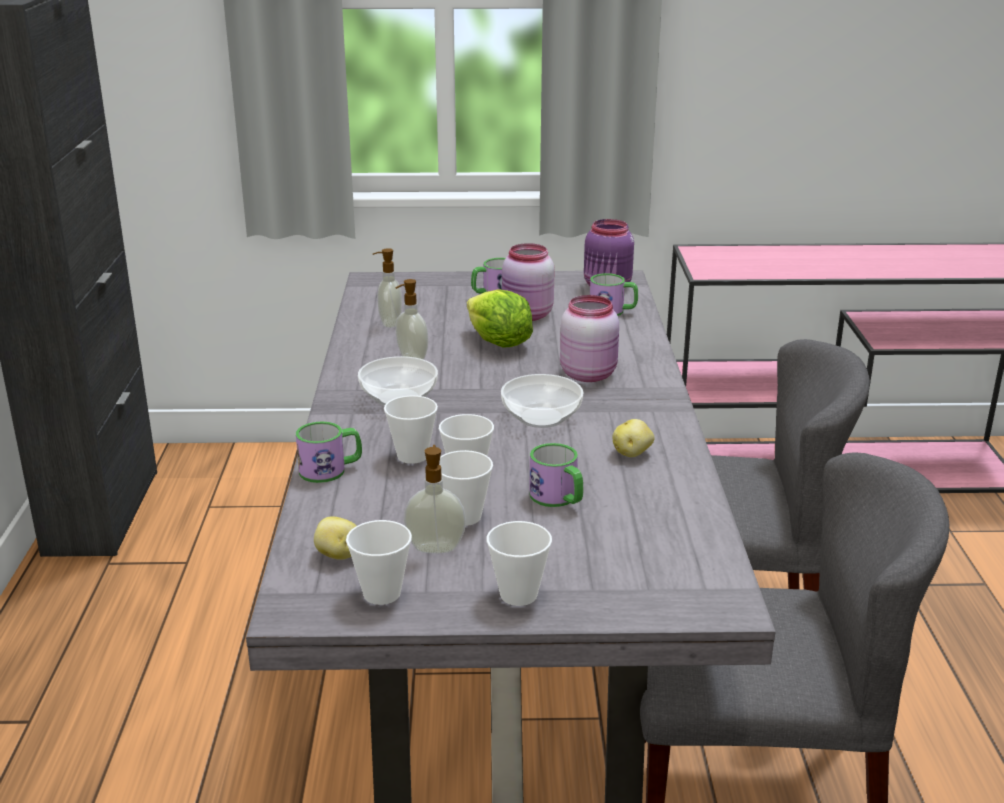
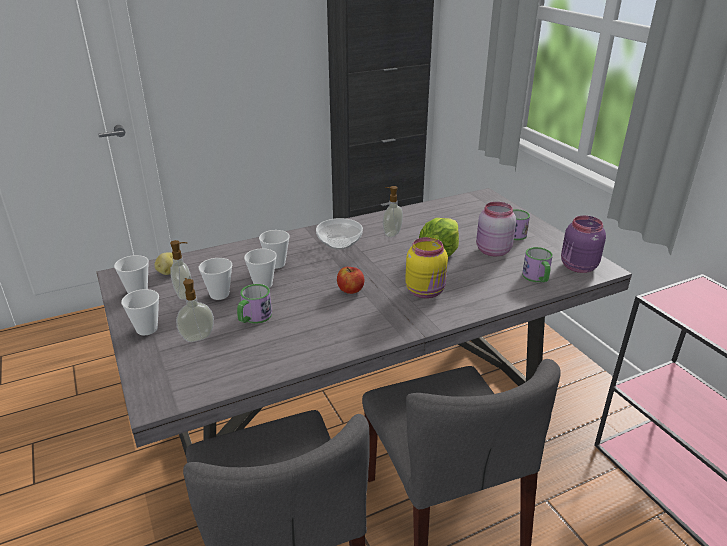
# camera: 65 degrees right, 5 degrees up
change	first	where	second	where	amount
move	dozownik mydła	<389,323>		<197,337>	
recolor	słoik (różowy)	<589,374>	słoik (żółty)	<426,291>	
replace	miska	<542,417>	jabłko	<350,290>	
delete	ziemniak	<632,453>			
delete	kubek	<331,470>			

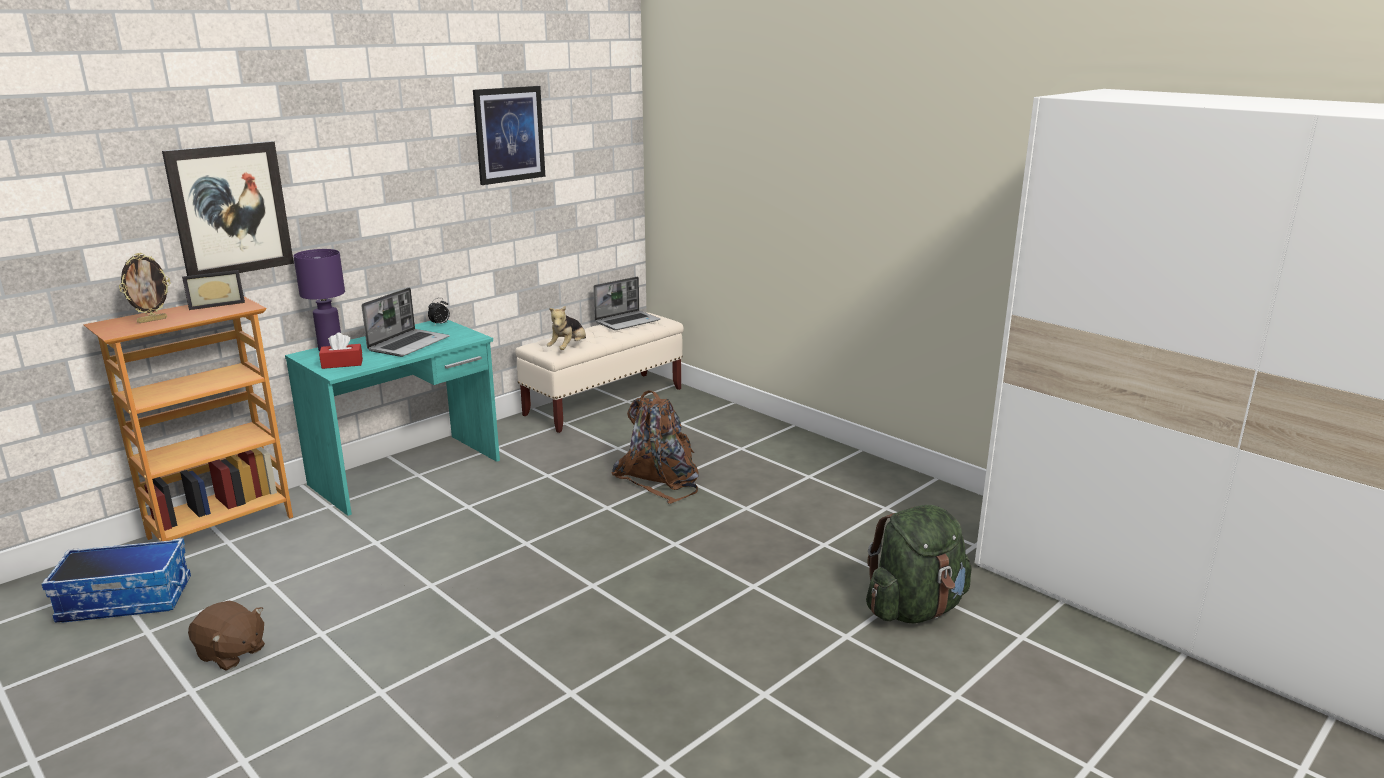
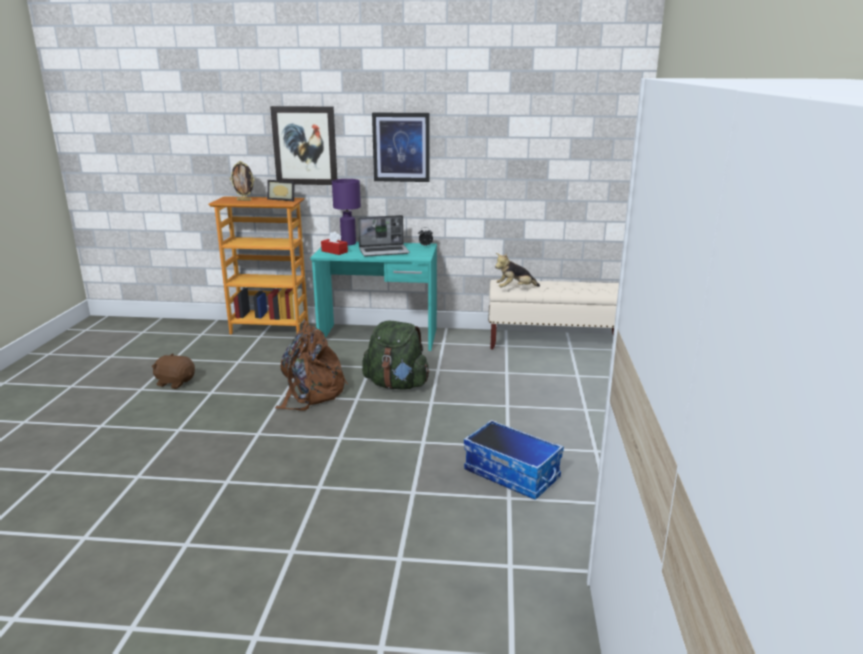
# camera: 50 degrees right, 0 degrees up
change	first	where	second	where	amount
move	obraz	<509,134>		<401,147>	
delete	laptop	<627,321>			
move	plecak (brązowy)	<661,479>		<311,393>	
move	plecak (zielony)	<915,609>		<397,385>	
move	pojemnik do przechowywania	<127,599>		<512,474>	
rotate	pluszak (brązowy)	<231,653>		<175,382>	120 degrees clockwise

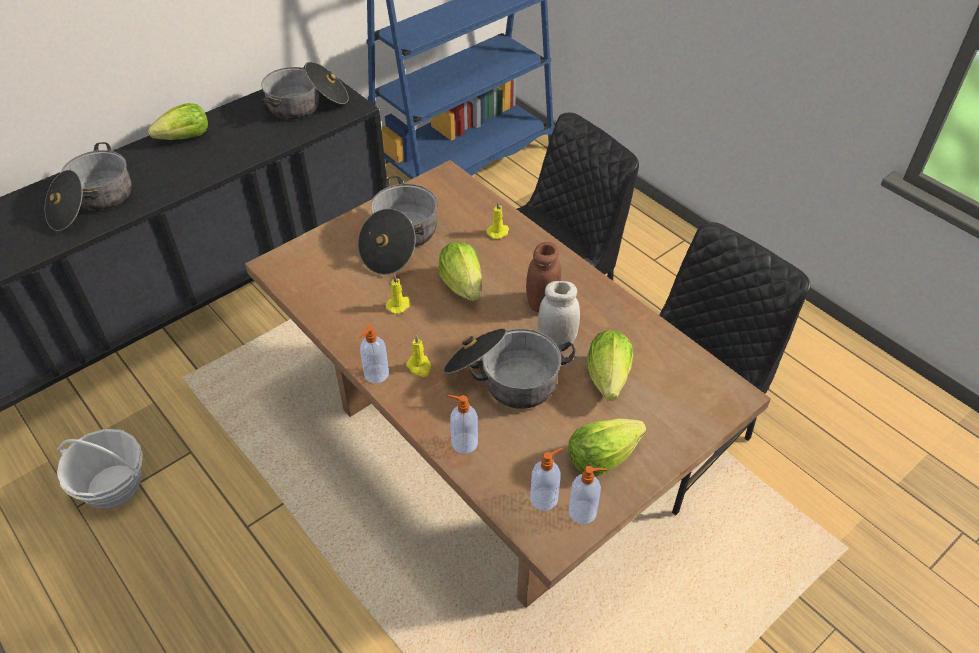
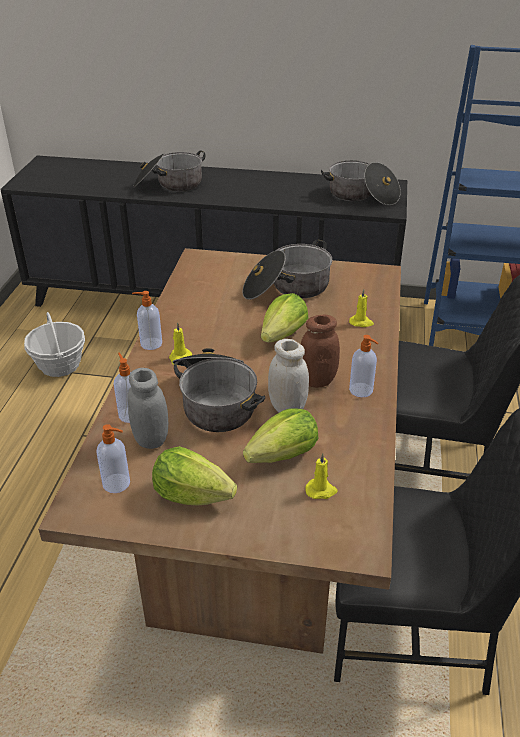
# camera: 50 degrees right, 10 degrees down
change	first	where	second	where	amount
delete	sałata	<186,138>			
move	świeca (żółty)	<399,305>		<321,490>	
move	dozownik mydła	<583,512>		<361,390>	
insert			słoik (szary)	<151,439>	

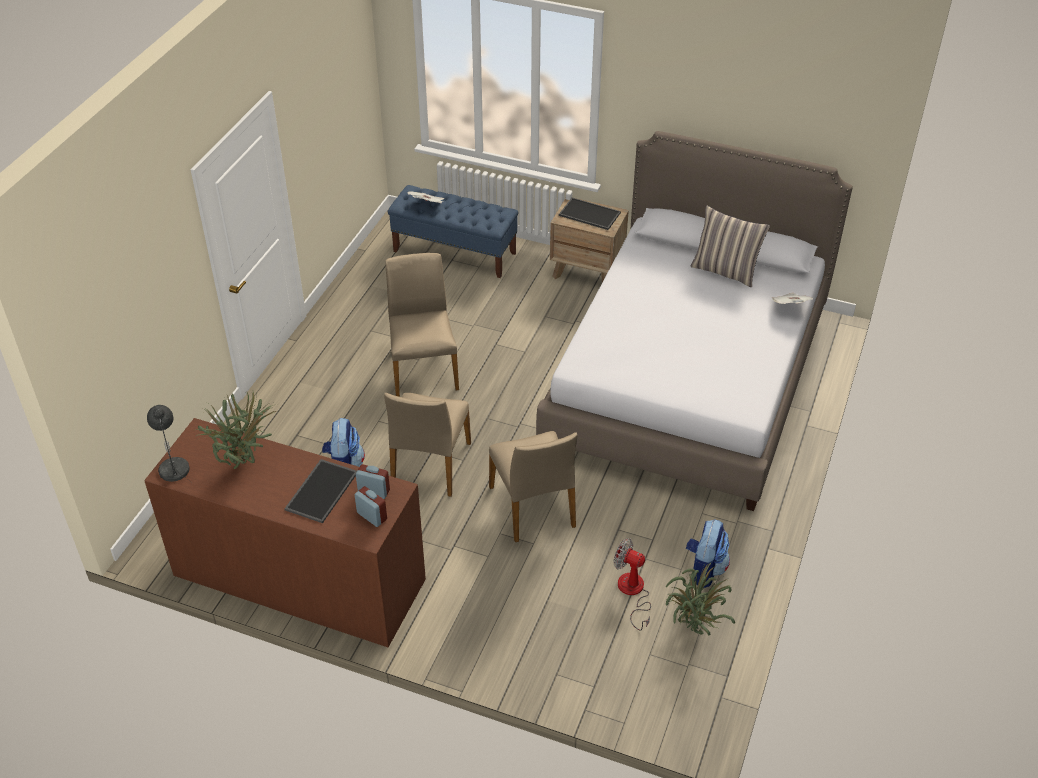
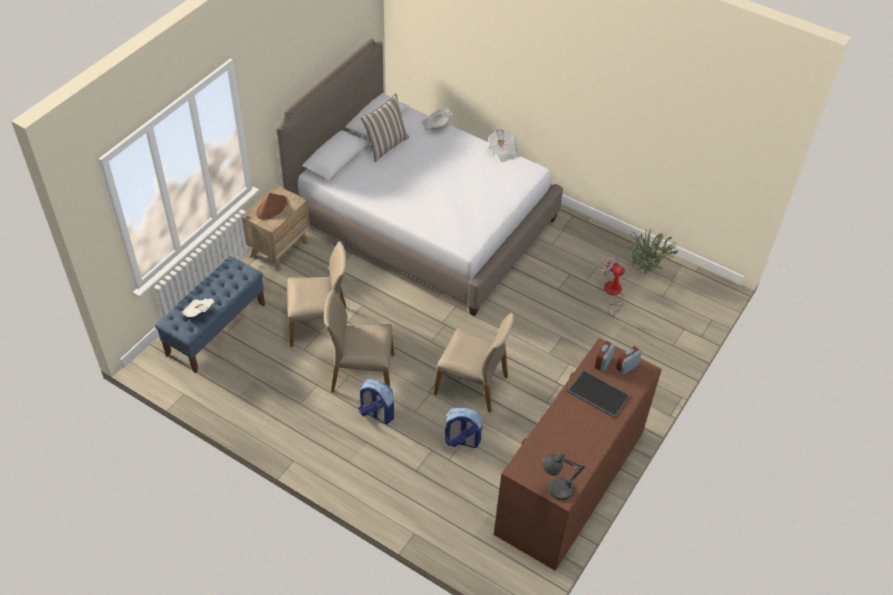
# camera: 80 degrees left, 5 degrees up
change	first	where	second	where	amount
replace	taca	<588,214>	kapelusz (brązowy)	<272,208>	
delete	roślina doniczkowa	<245,463>			
move	krzesło (beżowy)	<533,507>		<319,325>	
move	plecak	<704,569>		<376,413>	
rotate	wentylator	<632,593>		<613,294>	90 degrees clockwise
insert			gazeta	<502,152>	

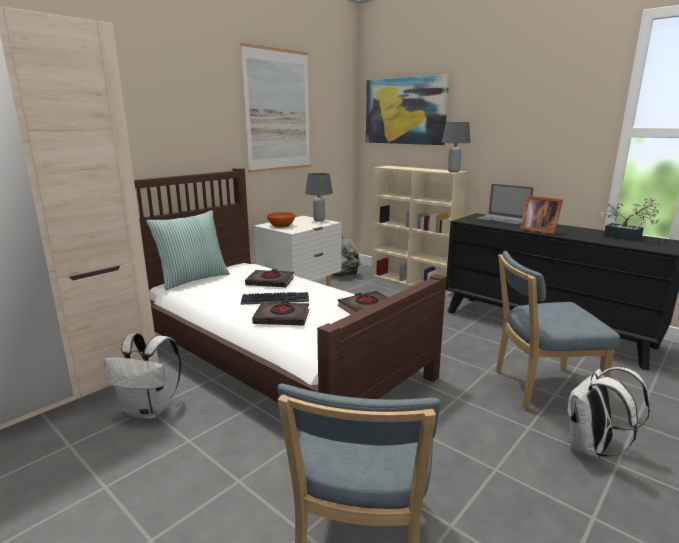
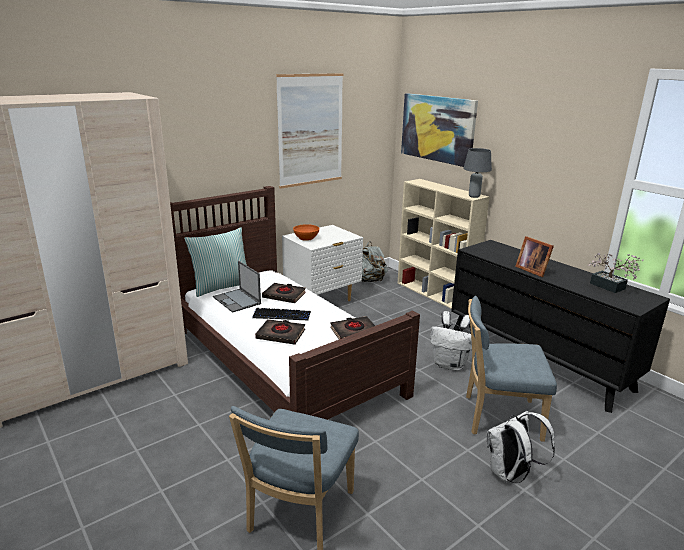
# camera: 10 degrees right, 5 degrees up
change	first	where	second	where	amount
delete	lampa stołowa (szary)	<319,220>			
move	laptop	<503,220>		<237,300>	
move	plecak (biały)	<149,410>		<450,364>	

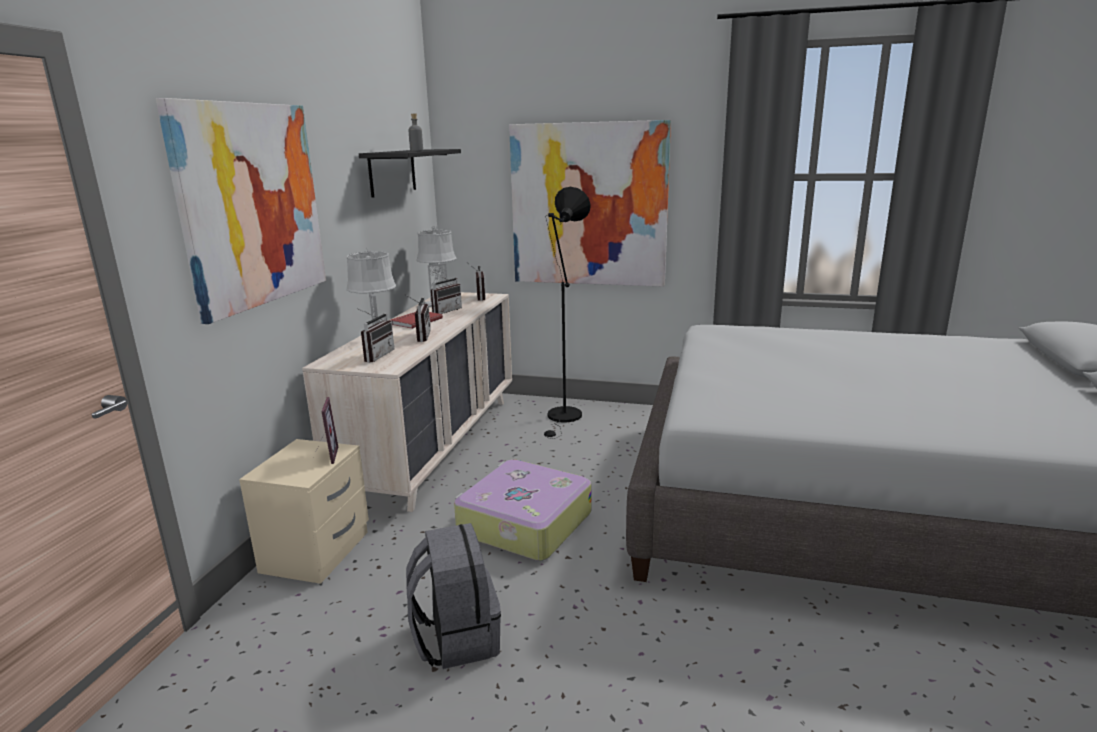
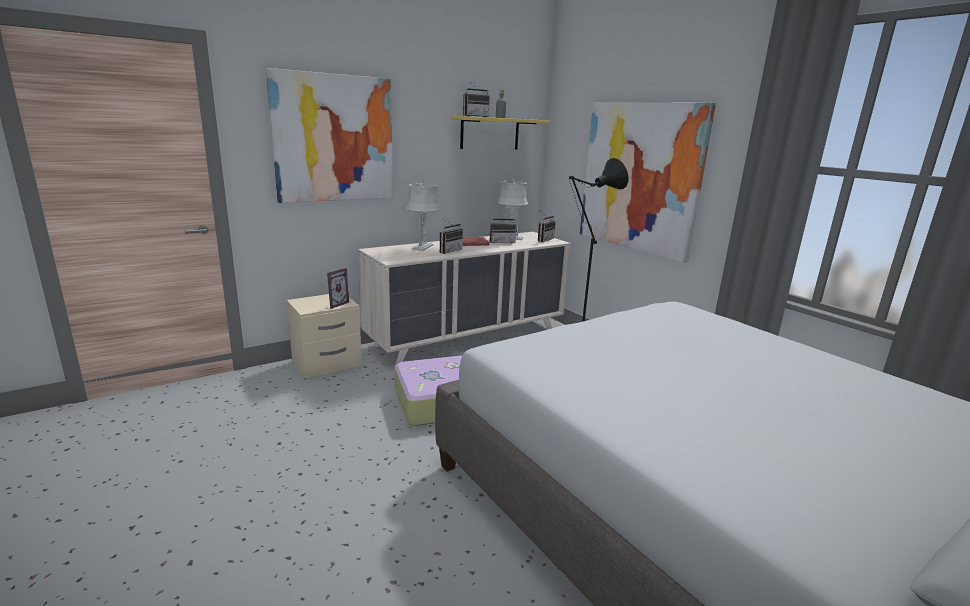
# camera: 40 degrees right, 0 degrees up
change	first	where	second	where	amount
recolor	półka (czarny)	<392,172>	półka (żółty)	<490,133>	
move	radio	<375,356>		<474,116>	
delete	plecak (szary)	<456,638>			

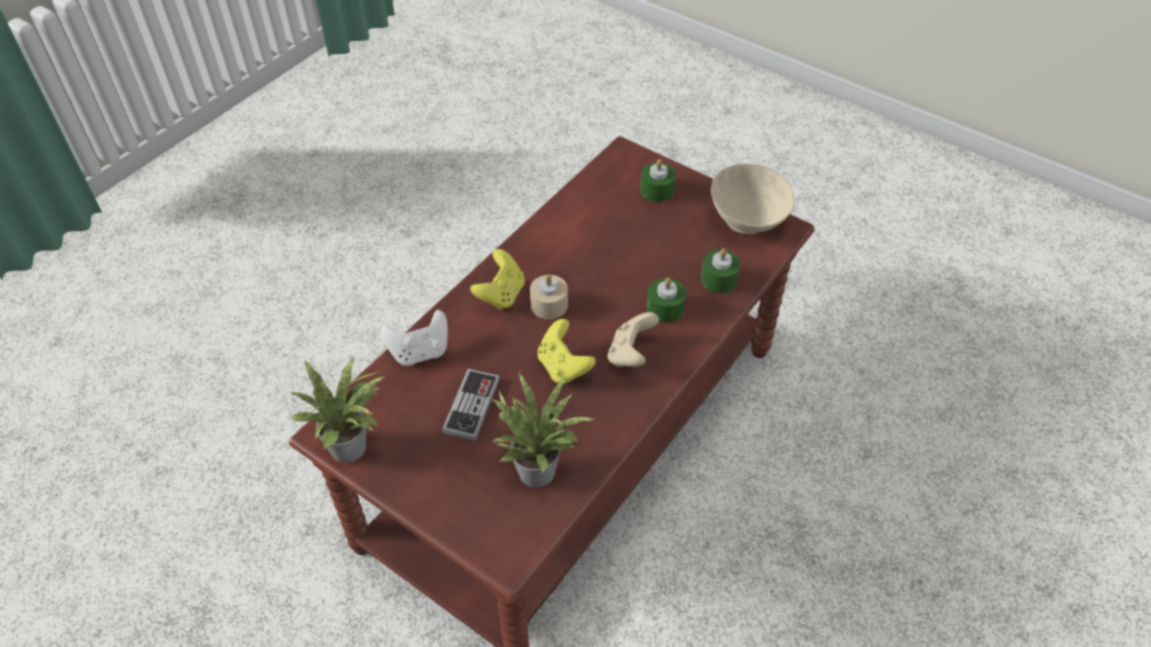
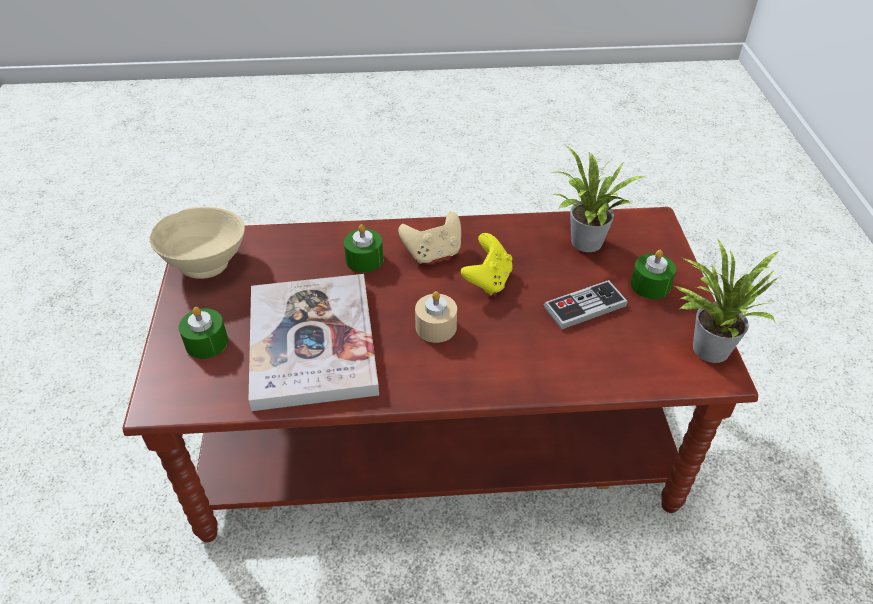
# camera: 130 degrees left, 5 degrees down
change	first	where	second	where	amount
move	świeca (zielony)	<719,279>		<650,285>	
delete	pad do gier (żółty)	<501,294>			
delete	pad do gier (biały)	<420,352>			
insert			książka	<312,343>	

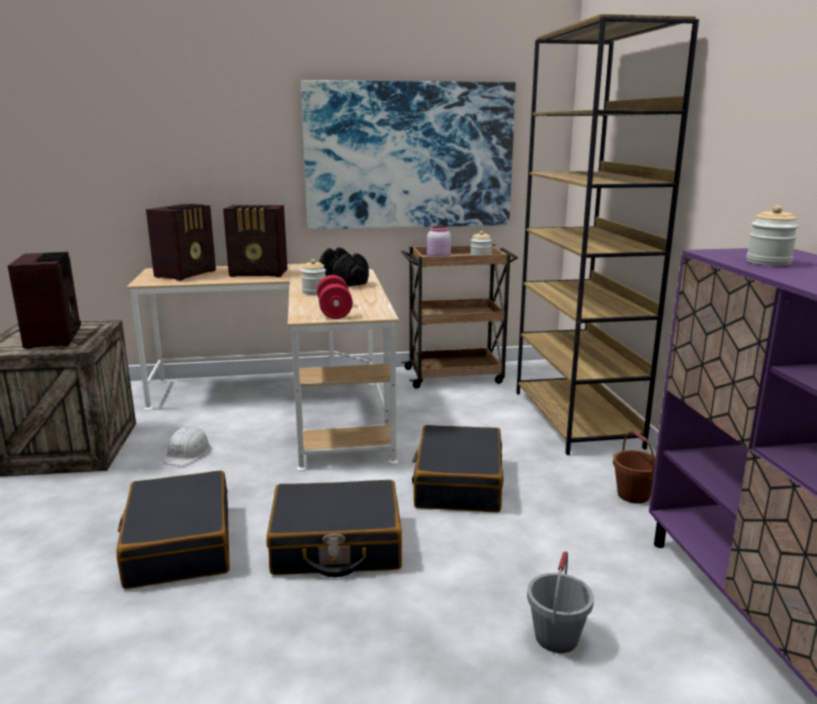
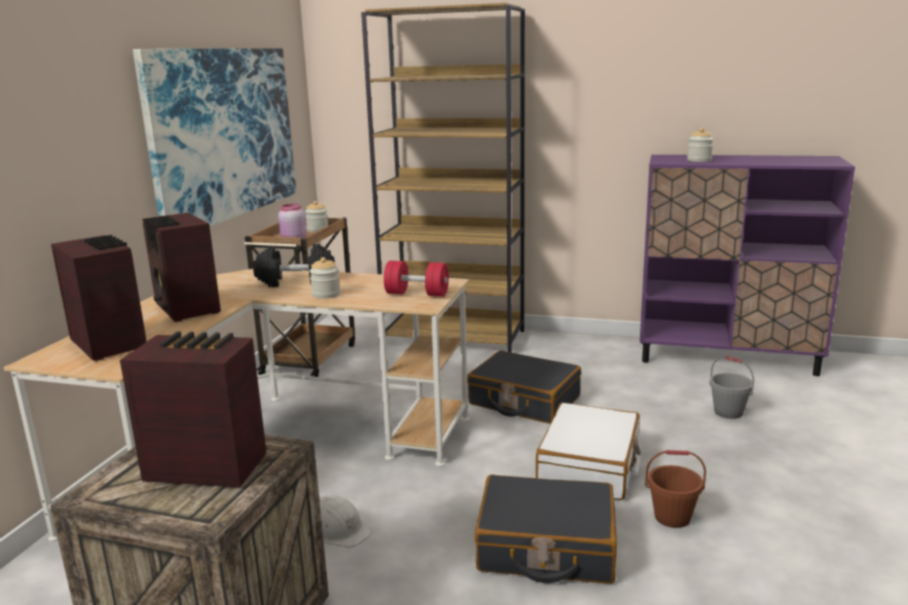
# camera: 65 degrees left, 0 degrees up
change	first	where	second	where	amount
rotate	radio	<259,273>		<186,309>	120 degrees clockwise
move	wiadro (brązowy)	<633,495>		<672,517>	
recolor	walizka (czarny)	<336,545>	walizka (biały)	<590,466>	

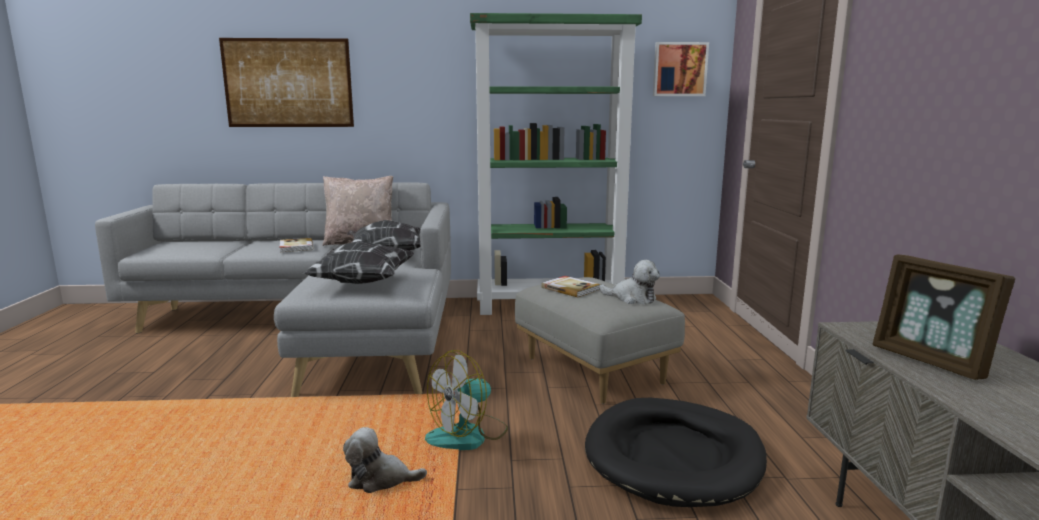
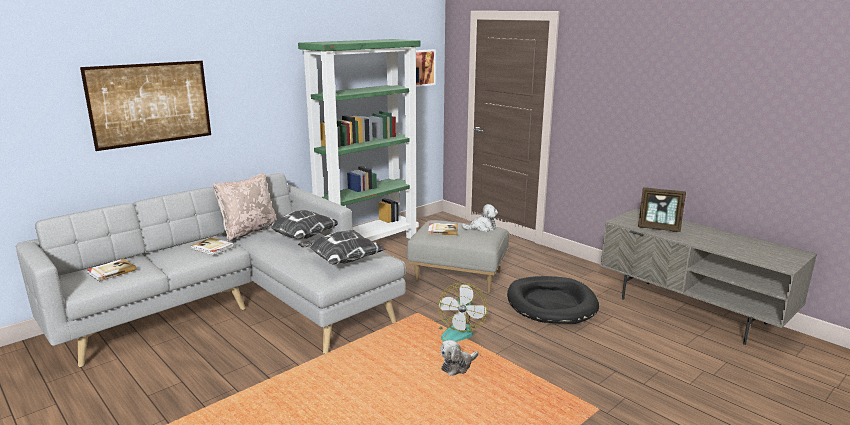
# camera: 40 degrees left, 5 degrees up
change	first	where	second	where	amount
insert			książka	<111,271>	

